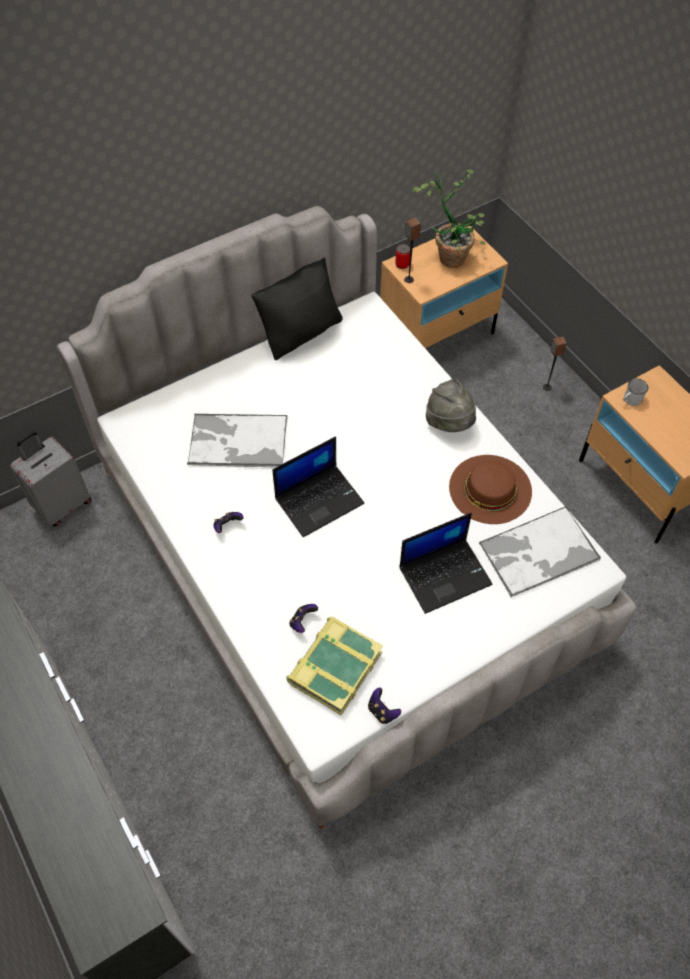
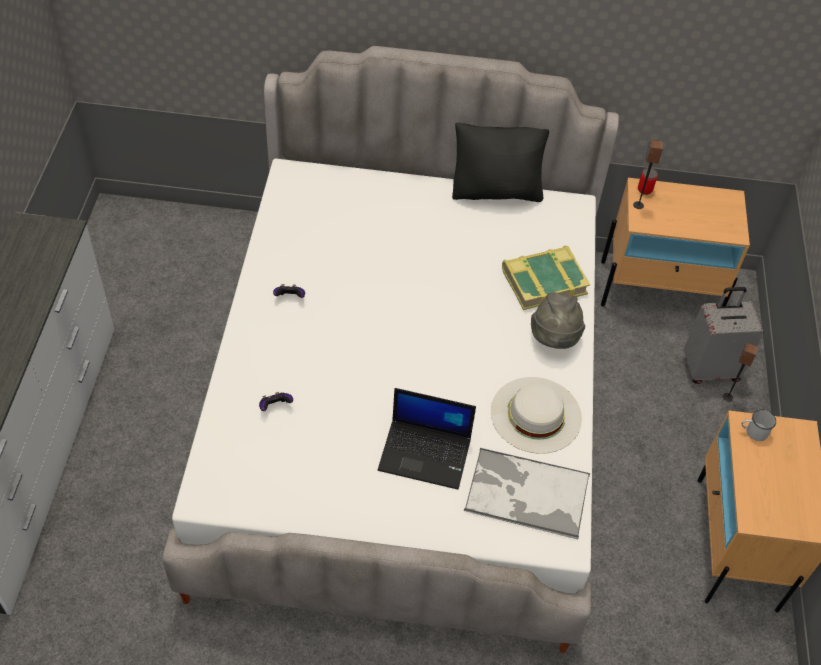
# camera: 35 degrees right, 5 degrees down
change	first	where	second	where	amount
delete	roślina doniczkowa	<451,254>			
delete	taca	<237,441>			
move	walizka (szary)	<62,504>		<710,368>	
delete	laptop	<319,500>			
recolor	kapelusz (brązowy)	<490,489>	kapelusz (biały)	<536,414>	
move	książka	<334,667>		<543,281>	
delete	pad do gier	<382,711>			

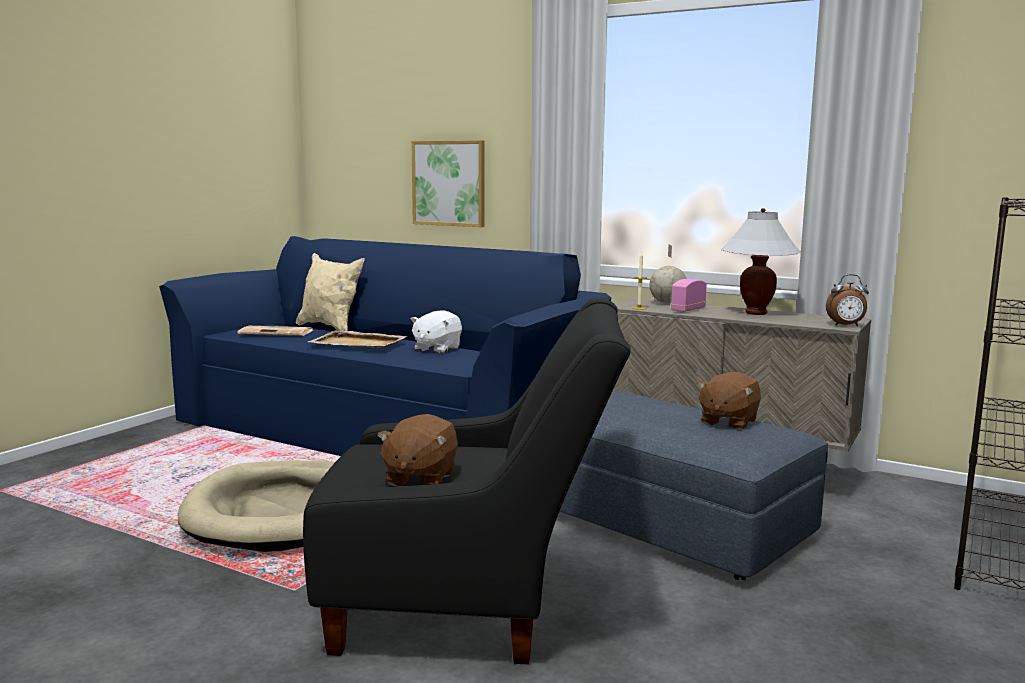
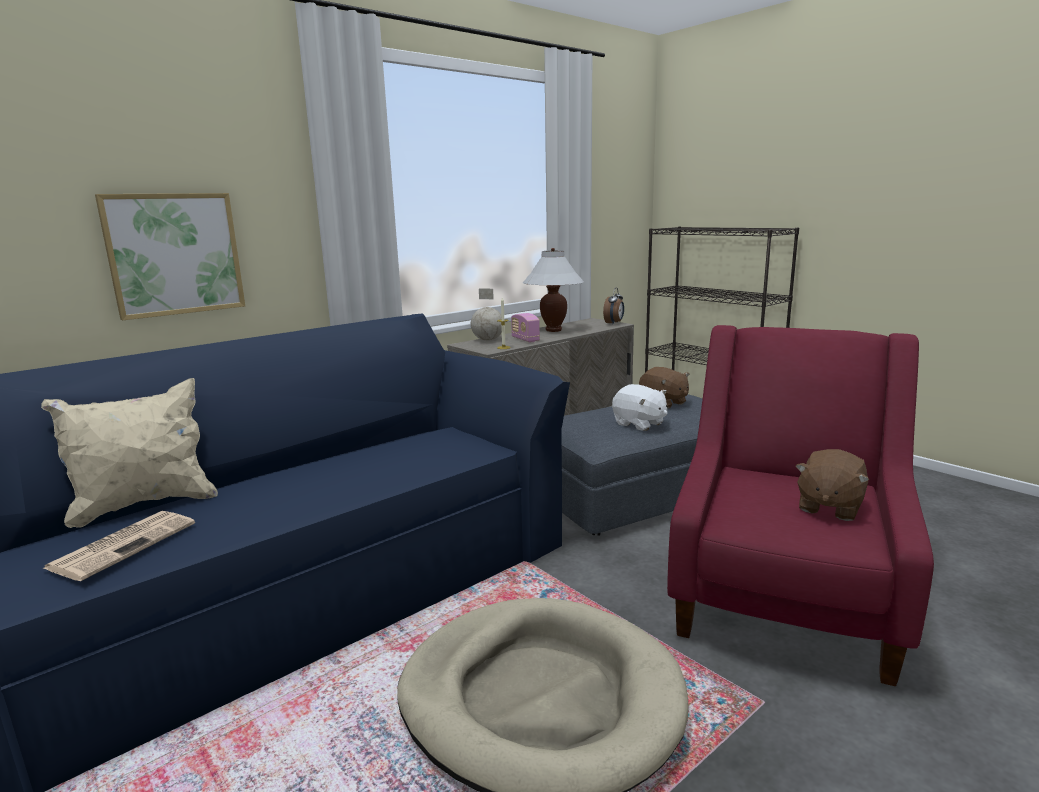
# camera: 70 degrees left, 5 degrees up
change	first	where	second	where	amount
recolor	fotel (czarny)	<470,603>	fotel (czerwony)	<784,597>	
move	pluszak (biały)	<436,349>		<639,424>	
delete	taca (beżowy)	<359,343>			
rotate	pluszak (brązowy)	<420,478>		<828,507>	90 degrees clockwise

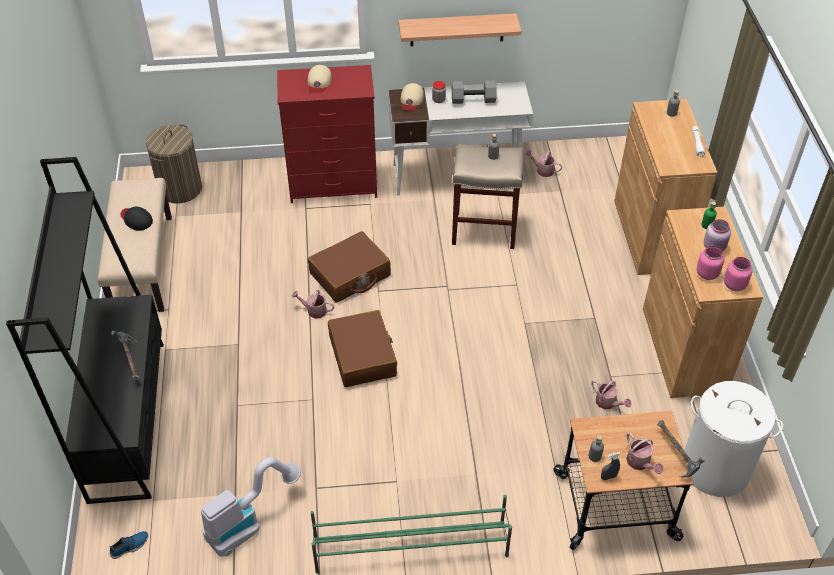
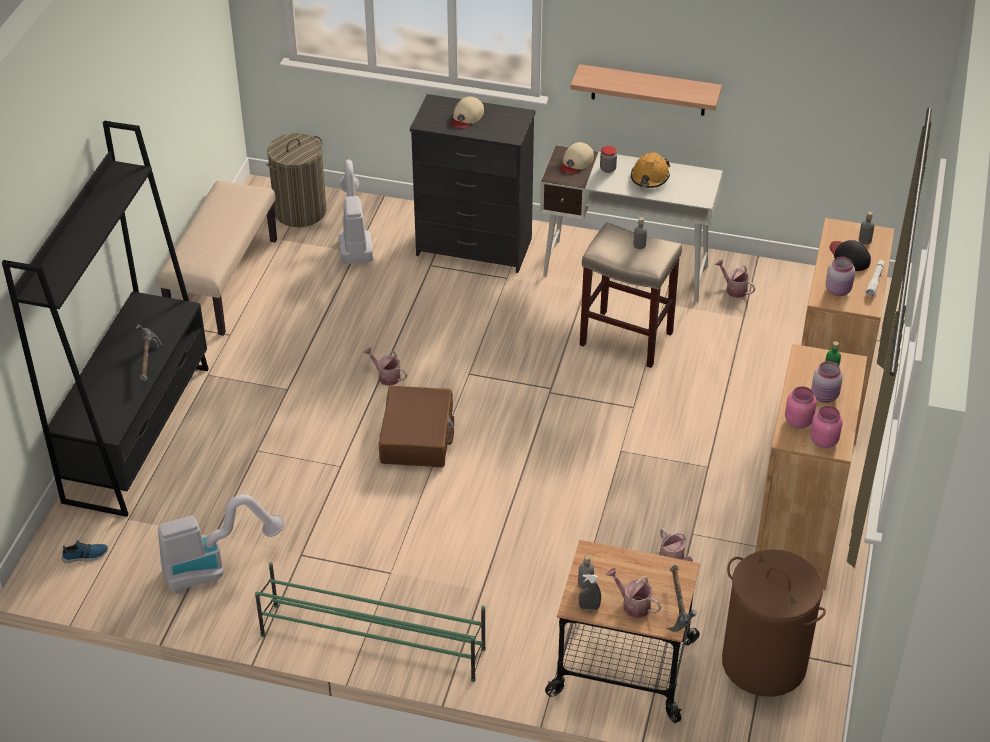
# camera: 20 degrees right, 5 degrees down
change	first	where	second	where	amount
recolor	komoda (czerwony)	<334,185>	komoda (czarny)	<475,247>	
replace	hantel (szary)	<473,99>	kask (pomarańczowy)	<649,177>	
move	czapka z daszkiem (czarny)	<136,219>		<849,257>	
delete	walizka (brązowy)	<350,275>			
recolor	kosz na pranie (biały)	<715,468>	kosz na pranie (brązowy)	<763,663>	
rotate	konewka	<640,463>		<633,604>	135 degrees clockwise
insert			odkurzacz	<354,239>	
insert			słoik (różowy)	<839,290>	

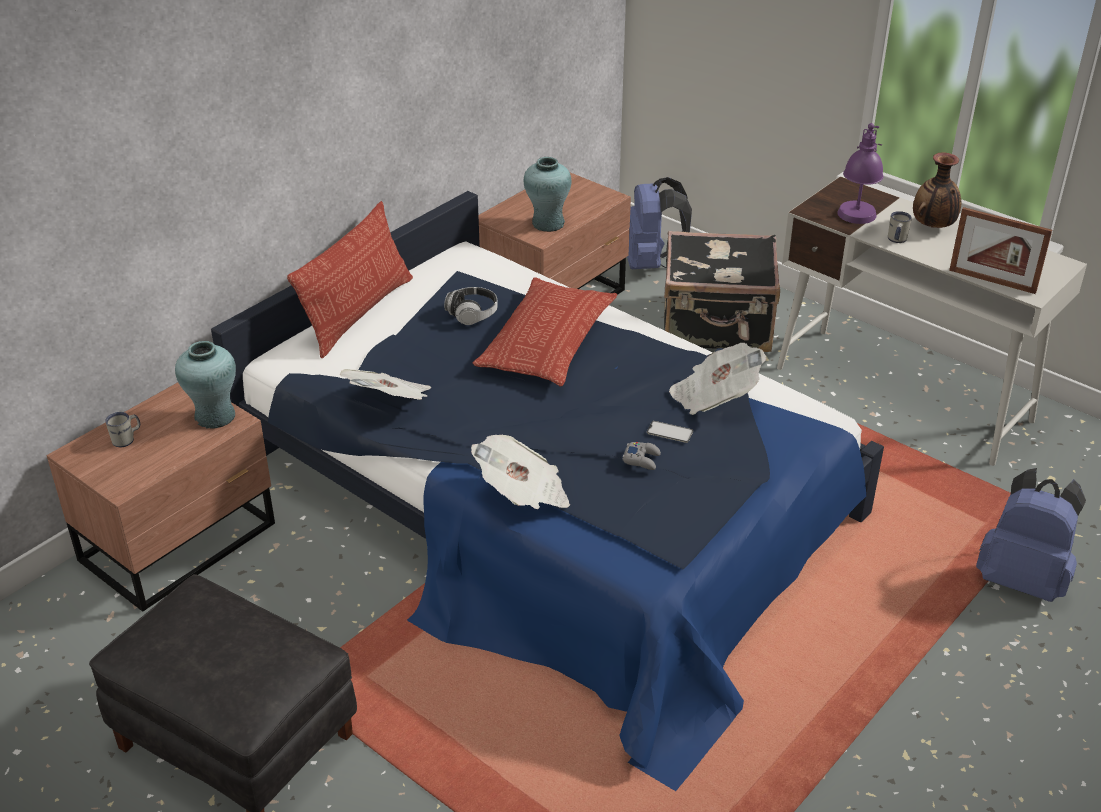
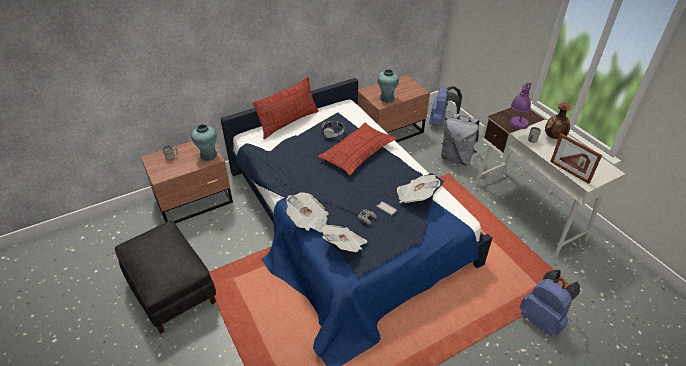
# camera: 20 degrees right, 5 degrees up
change	first	where	second	where	amount
replace	walizka (czarny)	<717,326>	plecak (szary)	<456,158>	
move	gazeta	<390,403>		<344,246>	

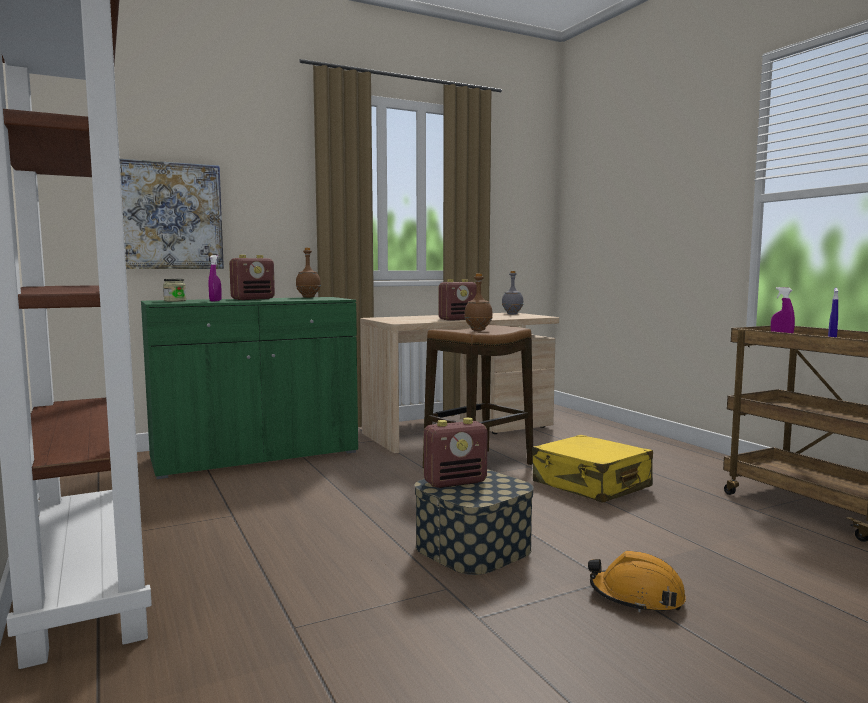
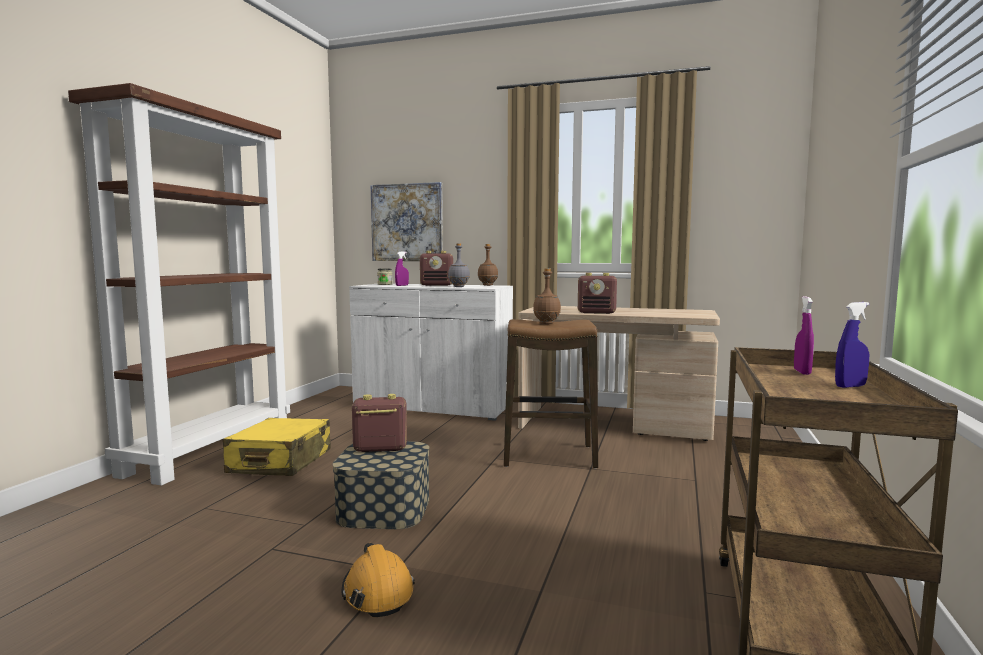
# camera: 45 degrees right, 0 degrees up
change	first	where	second	where	amount
move	butelka (szary)	<512,314>		<458,287>	
recolor	szafka (zielony)	<255,456>	szafka (biały)	<433,407>	
rotate	radio	<455,482>		<379,449>	150 degrees clockwise
move	walizka (żółty)	<591,485>		<280,462>	

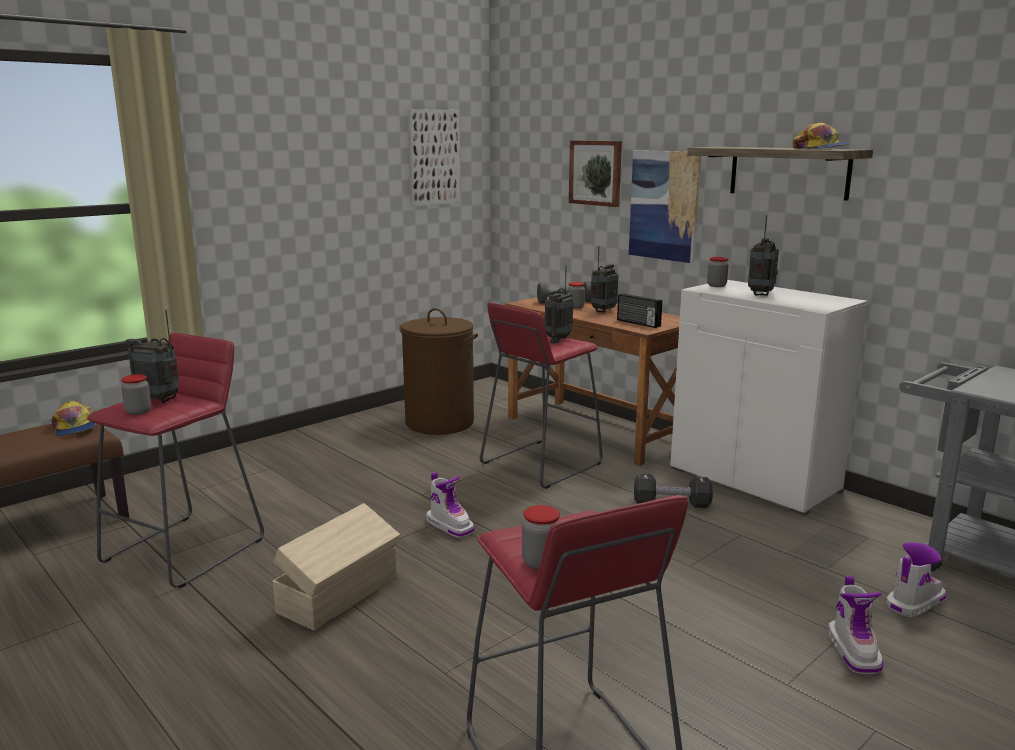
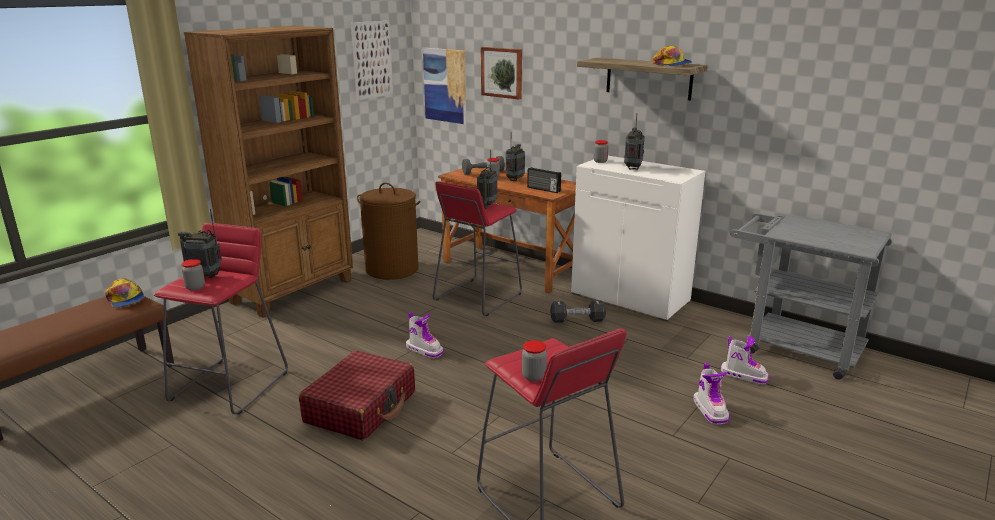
# camera: 10 degrees left, 5 degrees up
change	first	where	second	where	amount
move	obraz	<664,205>		<445,85>	
replace	pojemnik do przechowywania (beżowy)	<340,594>	walizka (czerwony)	<361,407>	
rotate	but z cholewką	<914,603>		<743,375>	75 degrees clockwise
insert			regał (brązowy)	<294,291>	

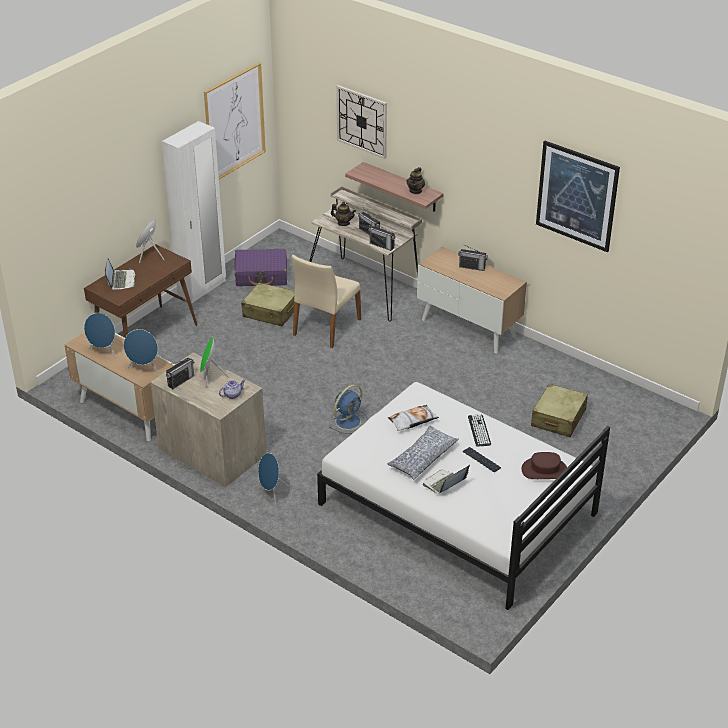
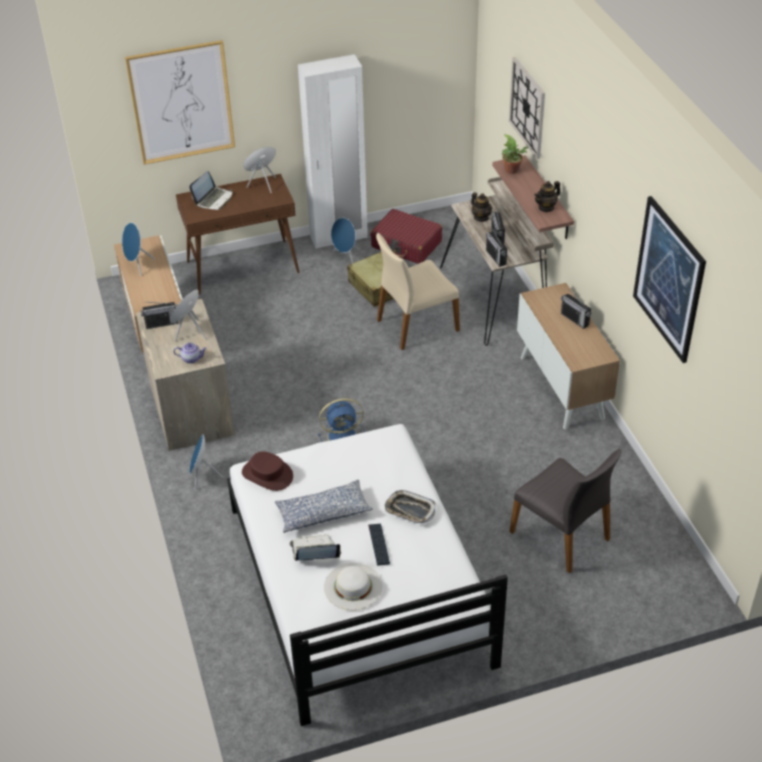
# camera: 35 degrees right, 5 degrees up
change	first	where	second	where	amount
move	obraz	<234,122>		<181,102>	
recolor	walizka (fioletowy)	<261,275>	walizka (czerwony)	<406,245>	
move	głośnik (niebieski)	<144,369>		<346,256>	
replace	walizka (beżowy)	<558,418>	krzesło (szary)	<561,535>	
delete	poduszka	<412,421>			
replace	klawiatura	<479,430>	taca	<410,510>	
move	kapelusz (brązowy)	<544,470>		<267,474>	
insert			roślina doniczkowa	<513,171>	
insert			kapelusz (biały)	<353,586>	

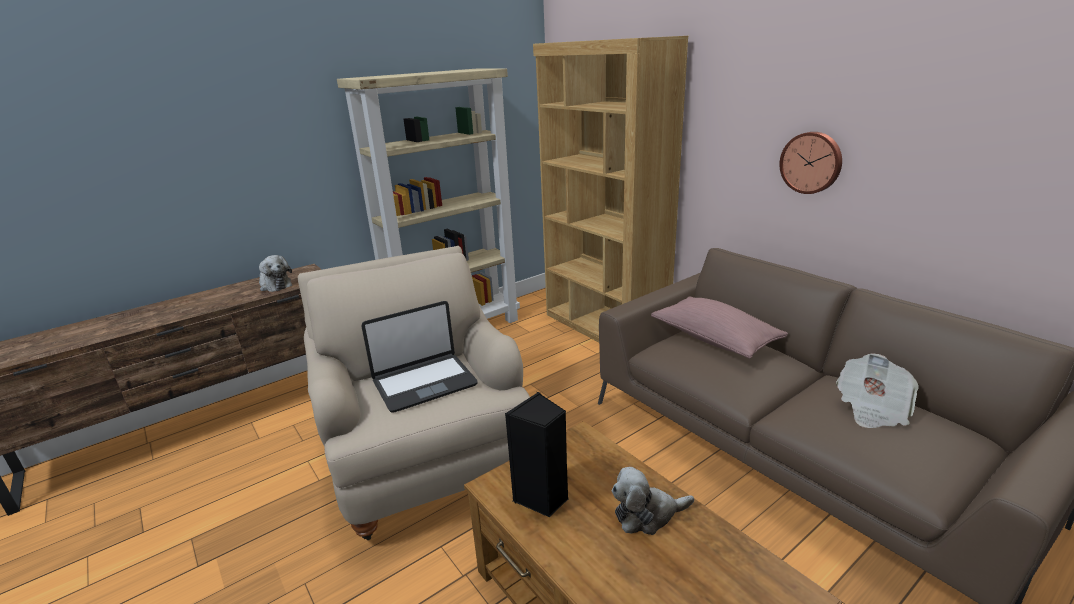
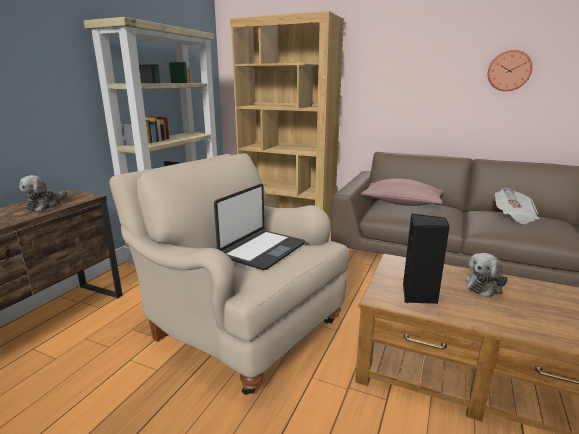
# camera: 30 degrees left, 5 degrees down
change	first	where	second	where	amount
move	zegar ścienny	<811,162>		<509,70>	
rotate	pluszak	<275,285>		<46,205>	90 degrees clockwise

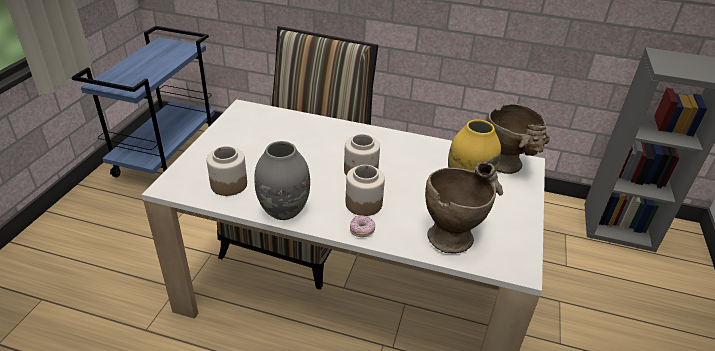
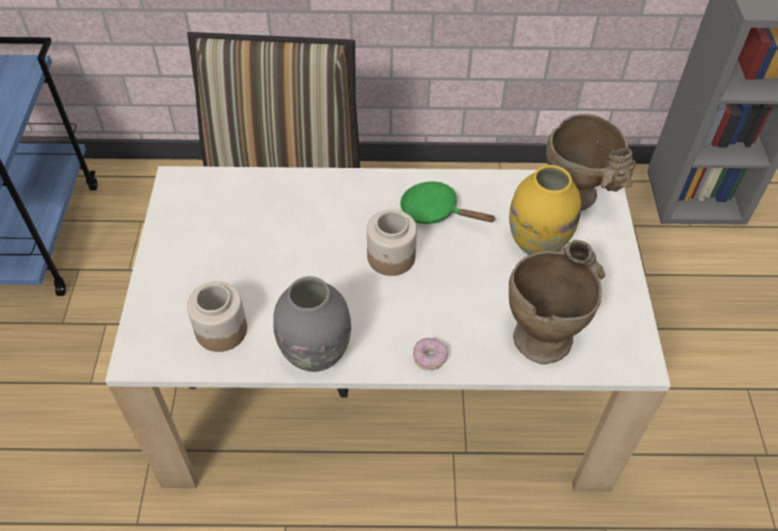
# camera: 15 degrees left, 15 degrees up
change	first	where	second	where	amount
delete	słoik	<363,203>			
insert			patelnia (zielony)	<435,211>	

